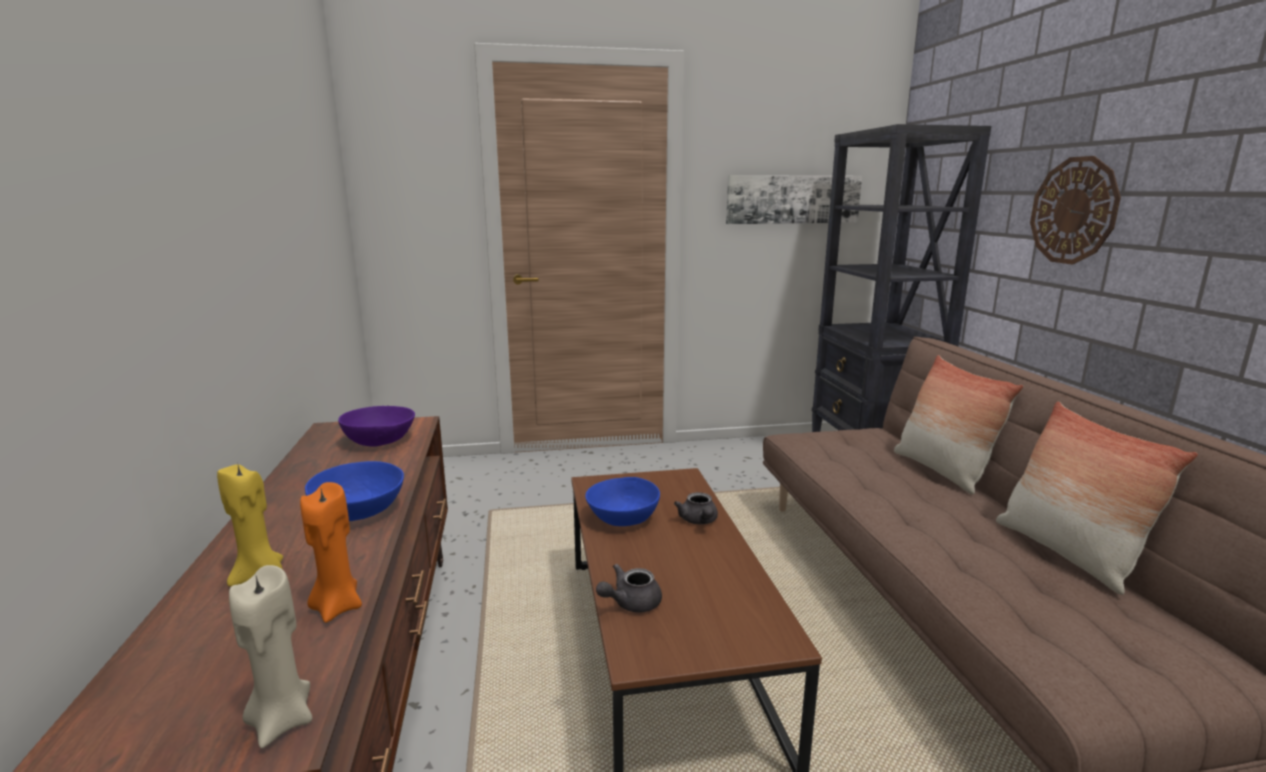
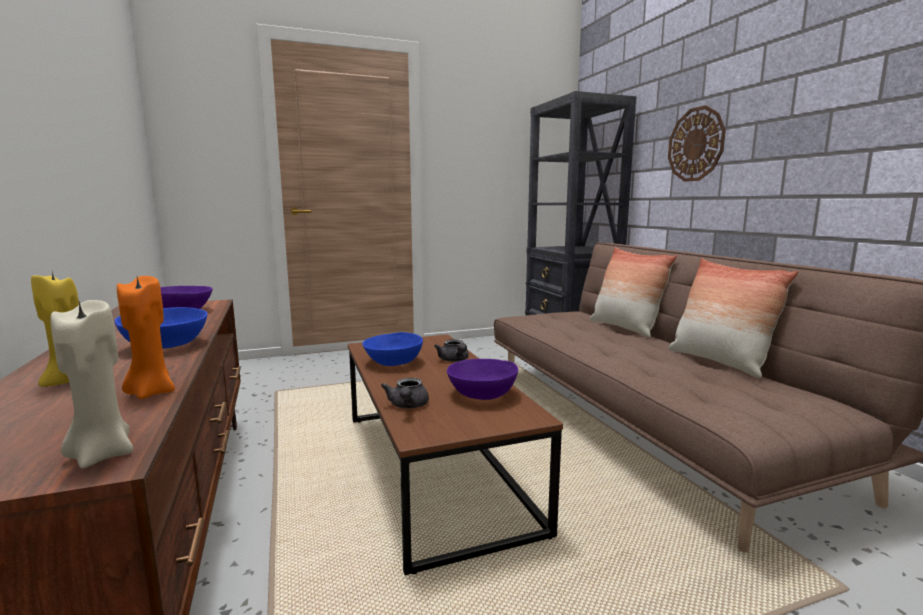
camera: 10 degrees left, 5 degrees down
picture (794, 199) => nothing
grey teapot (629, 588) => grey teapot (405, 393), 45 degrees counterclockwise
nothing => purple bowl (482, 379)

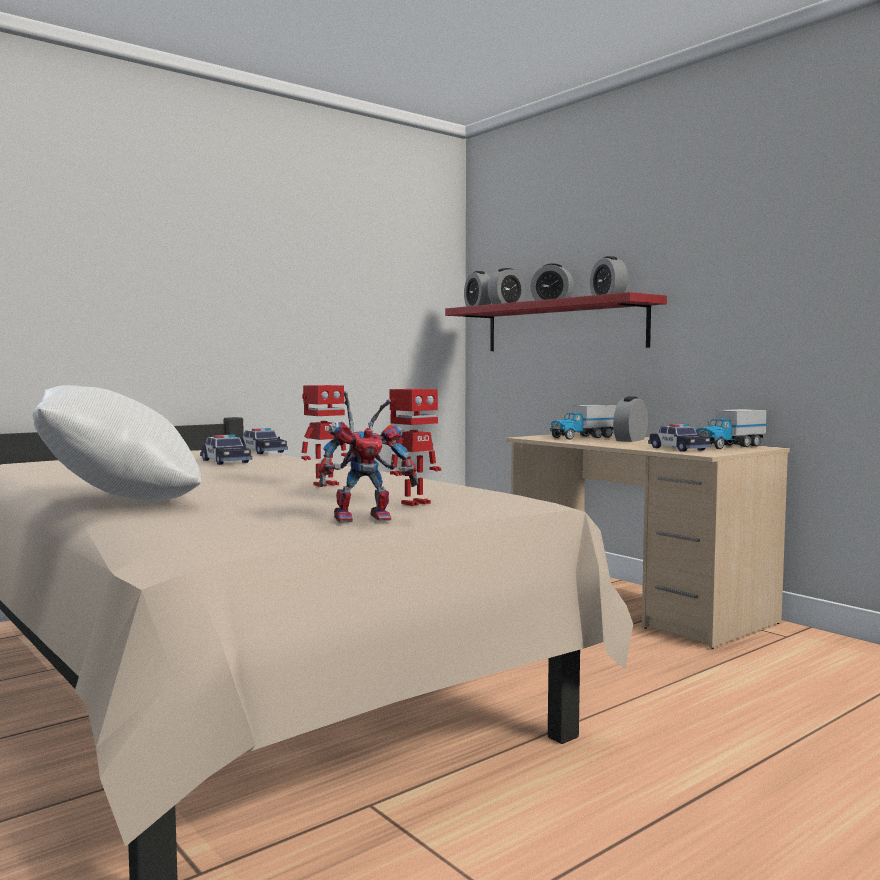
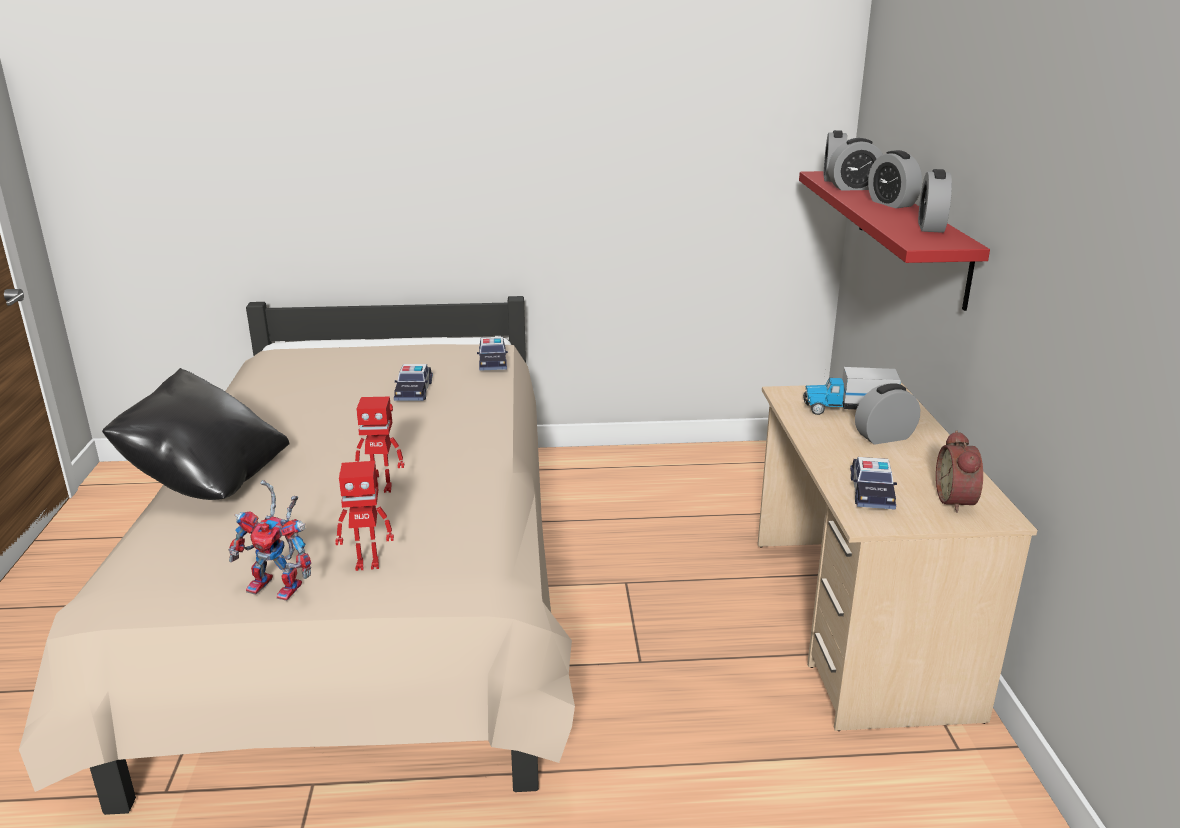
camera: 35 degrees right, 20 degrees up
white pillow (117, 443) => black pillow (196, 434)
toy truck (731, 429) => alarm clock (959, 471)

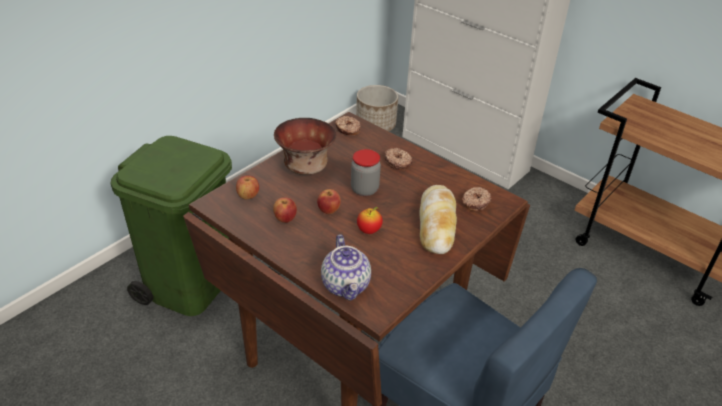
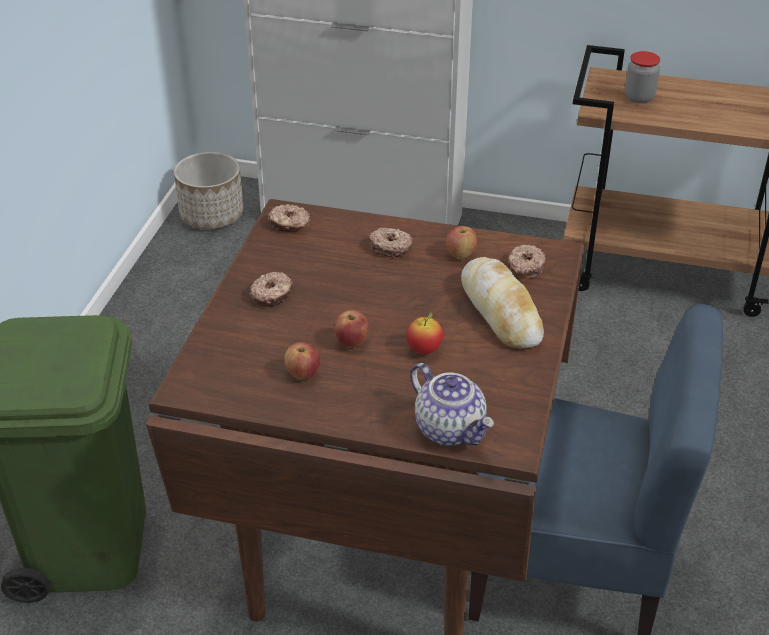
camera: 25 degrees left, 0 degrees up
bowl (305, 146) => donut (271, 289)
jar (366, 172) => jar (642, 77), relocated
apple (247, 187) => apple (461, 242), relocated

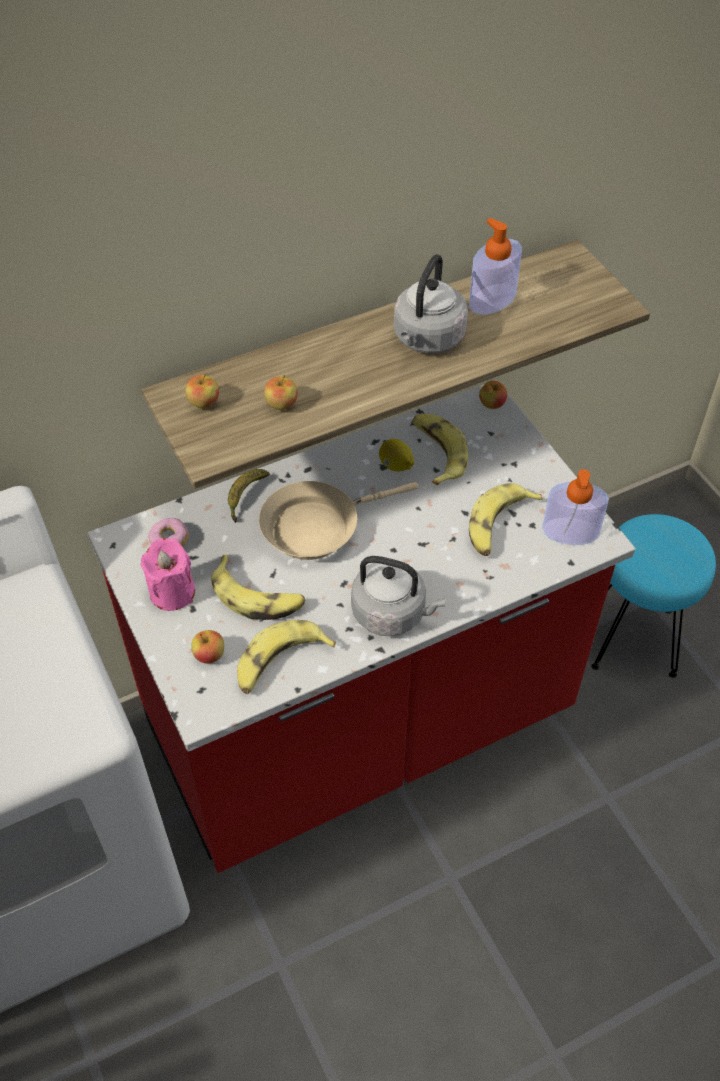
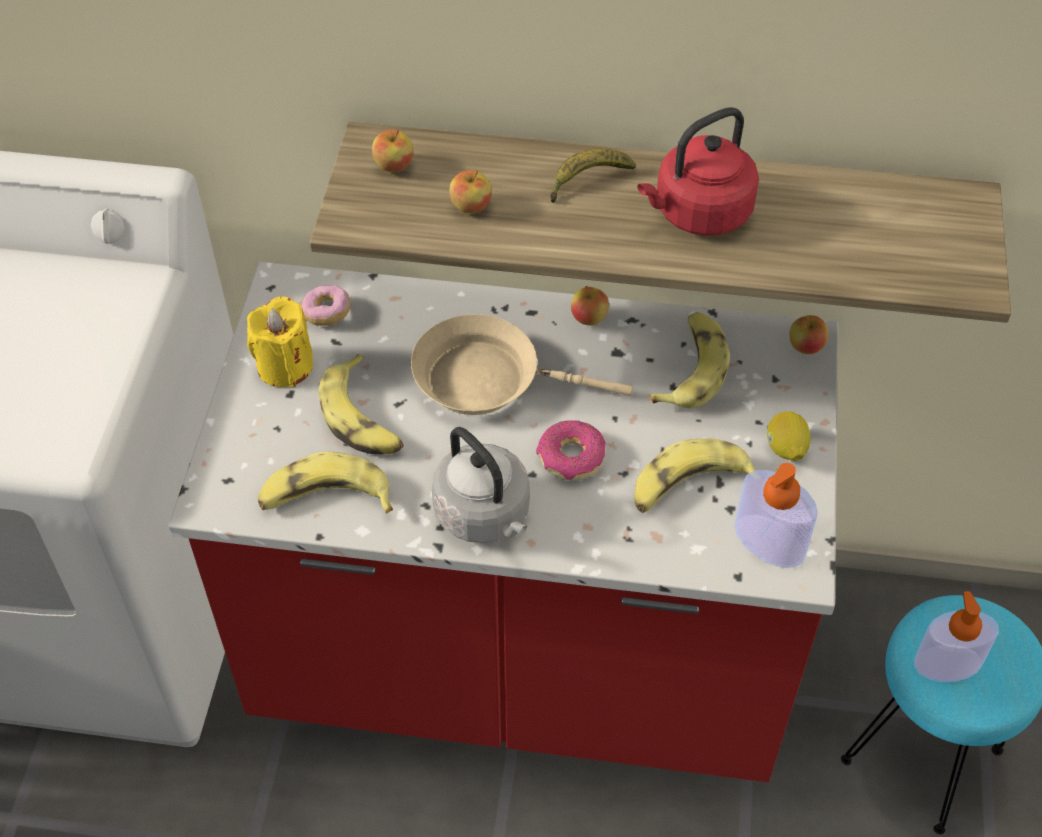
camera: 35 degrees right, 0 degrees up
soap dispenser (495, 266) => soap dispenser (956, 636), relocated
grey kettle (431, 303) => red kettle (698, 171)
lemon (396, 455) => lemon (789, 436), relocated
banana (249, 496) => banana (593, 176), relocated
pink candle (168, 574) => yellow candle (280, 341)
apple (207, 647) => apple (590, 305), relocated
nothing => donut (571, 450)

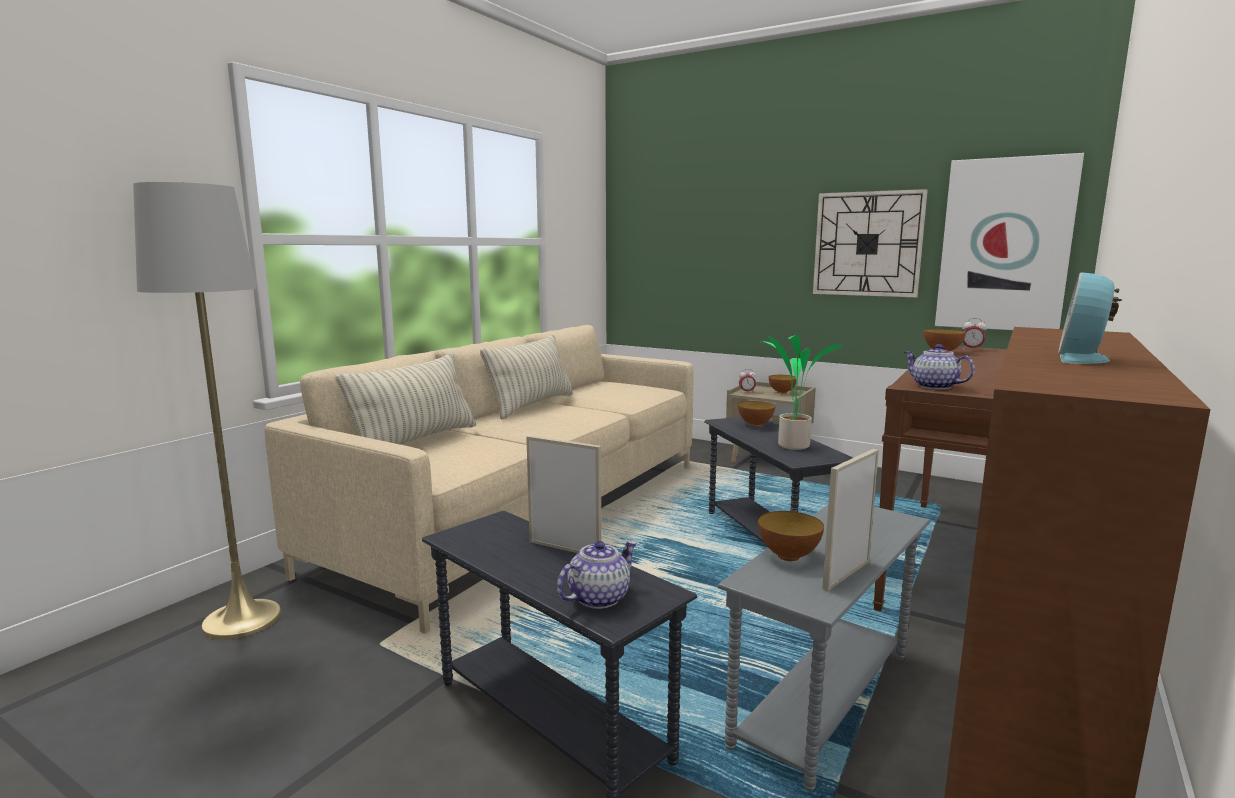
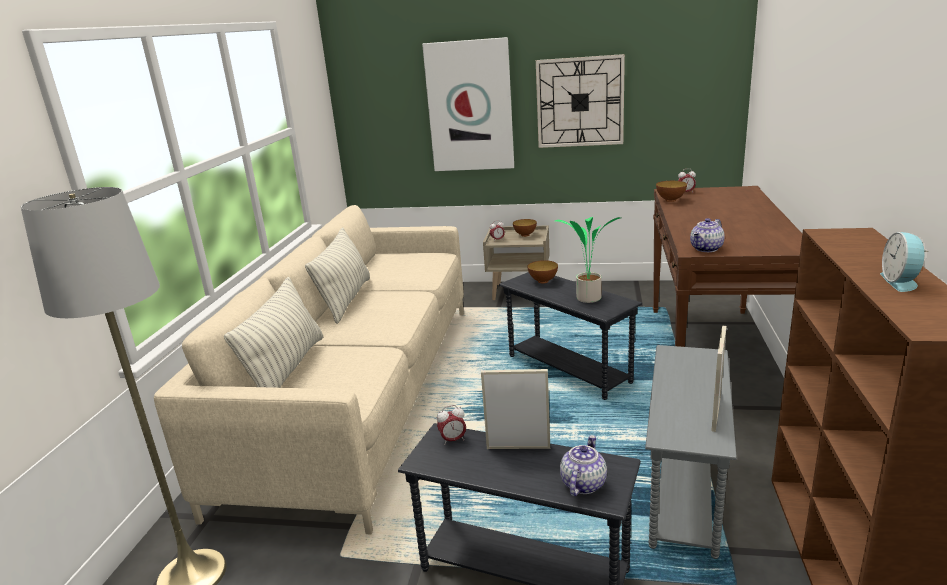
camera: 20 degrees left, 10 degrees up
picture (1009, 241) => picture (468, 104), relocated
teapot (939, 367) => teapot (707, 235), 75 degrees counterclockwise
bowl (791, 536) => nothing
nothing => alarm clock (451, 425)

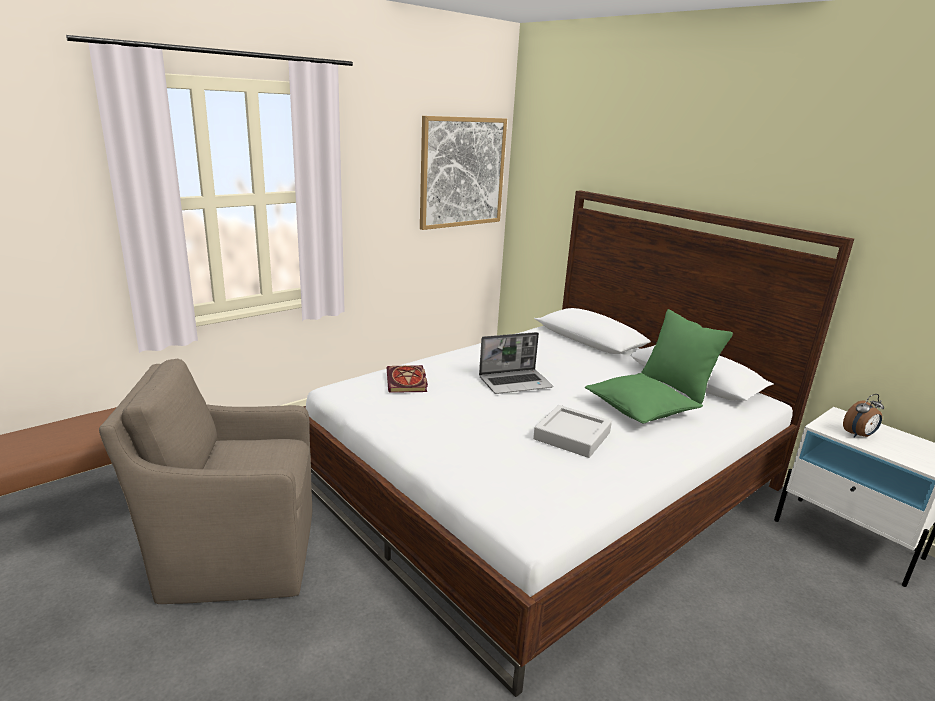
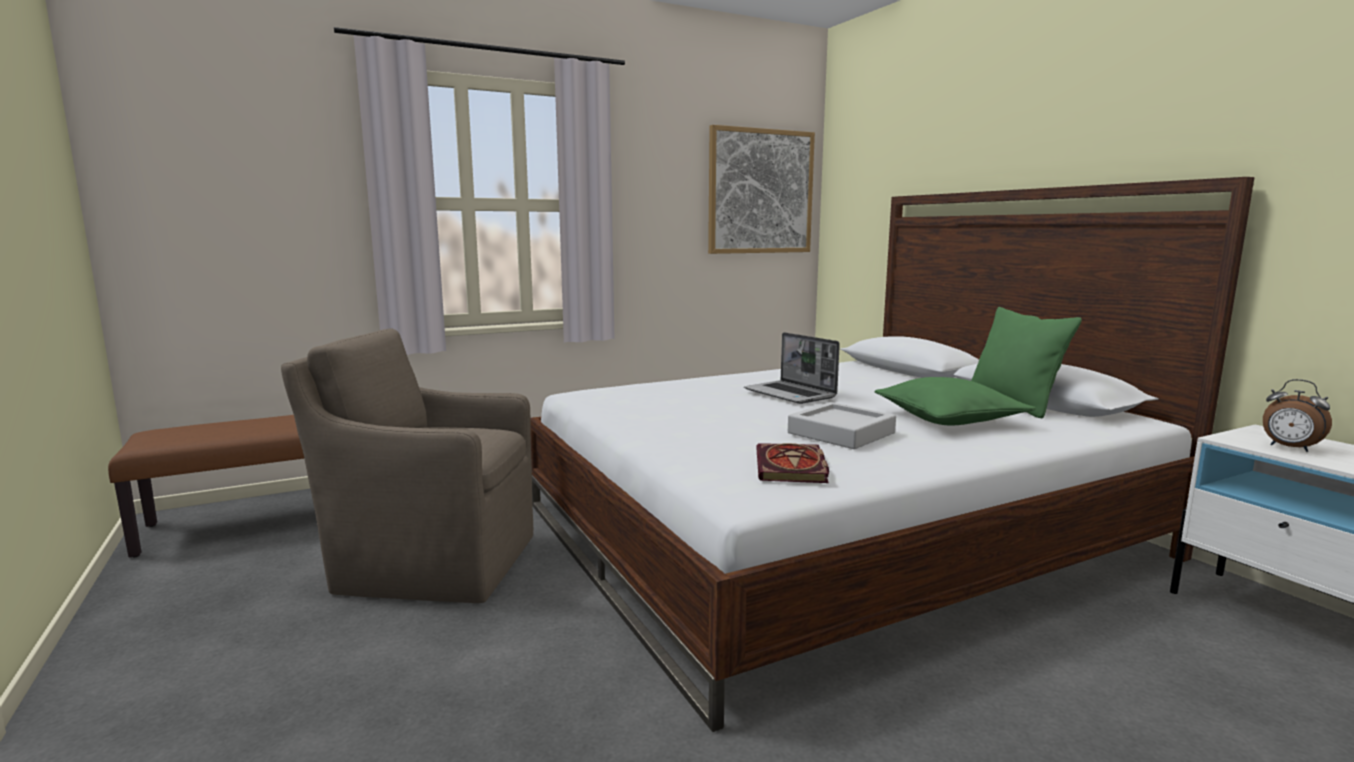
camera: 15 degrees right, 10 degrees down
laptop (516, 363) => laptop (792, 368), 60 degrees clockwise
book (407, 379) => book (792, 463), relocated
alarm clock (863, 416) => alarm clock (1297, 415), 60 degrees clockwise

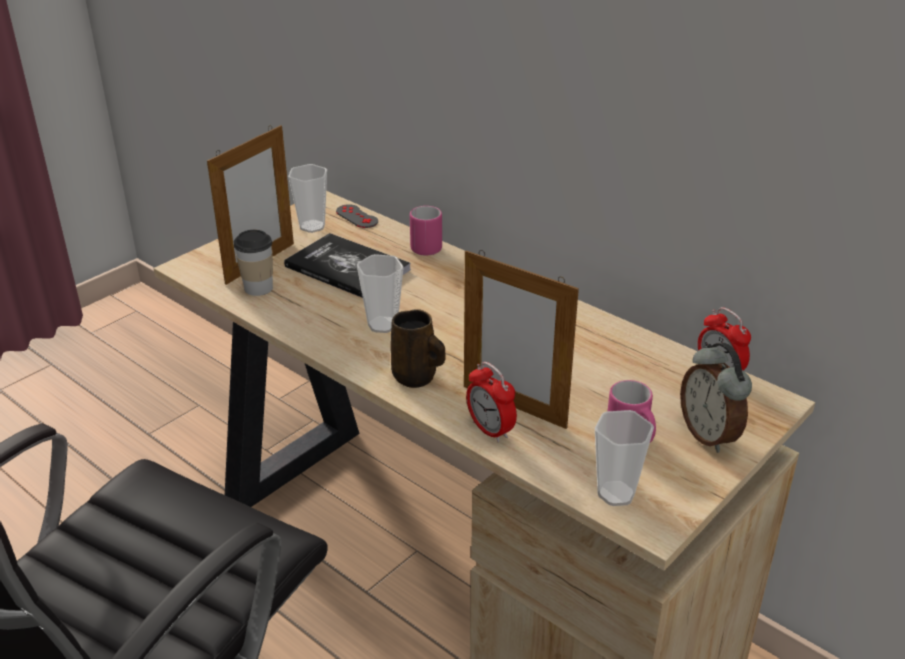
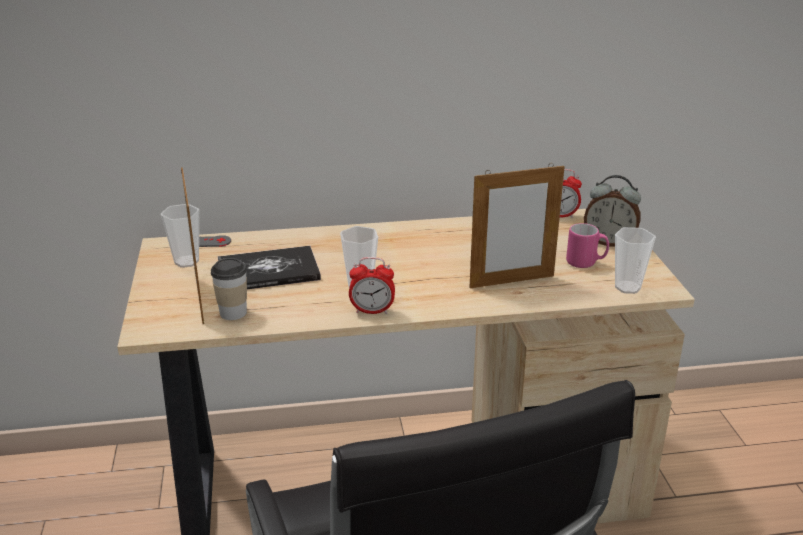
camera: 50 degrees left, 5 degrees down
pink mug (426, 231) => nothing
brown mug (417, 348) => nothing
alarm clock (491, 402) => alarm clock (372, 285), relocated

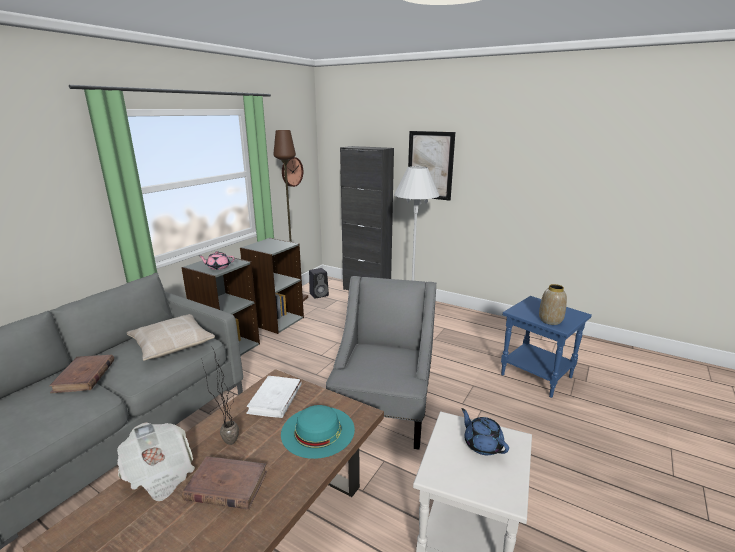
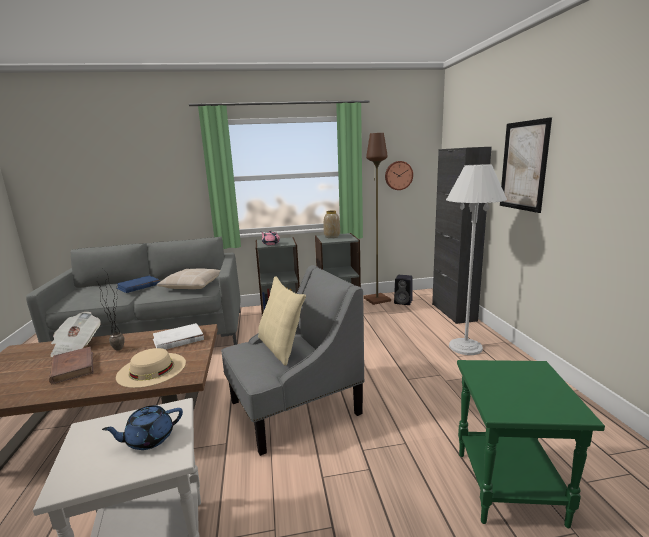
camera: 50 degrees right, 5 degrees down
vase (553, 304) => vase (331, 224), relocated
blue side table (546, 347) => green side table (531, 444)
brown book (81, 374) => blue book (138, 284)
turquoise hat (318, 432) => beige hat (151, 368)
blue teapot (485, 431) => blue teapot (142, 427), 135 degrees counterclockwise
nothing => beige pillow (282, 321)

